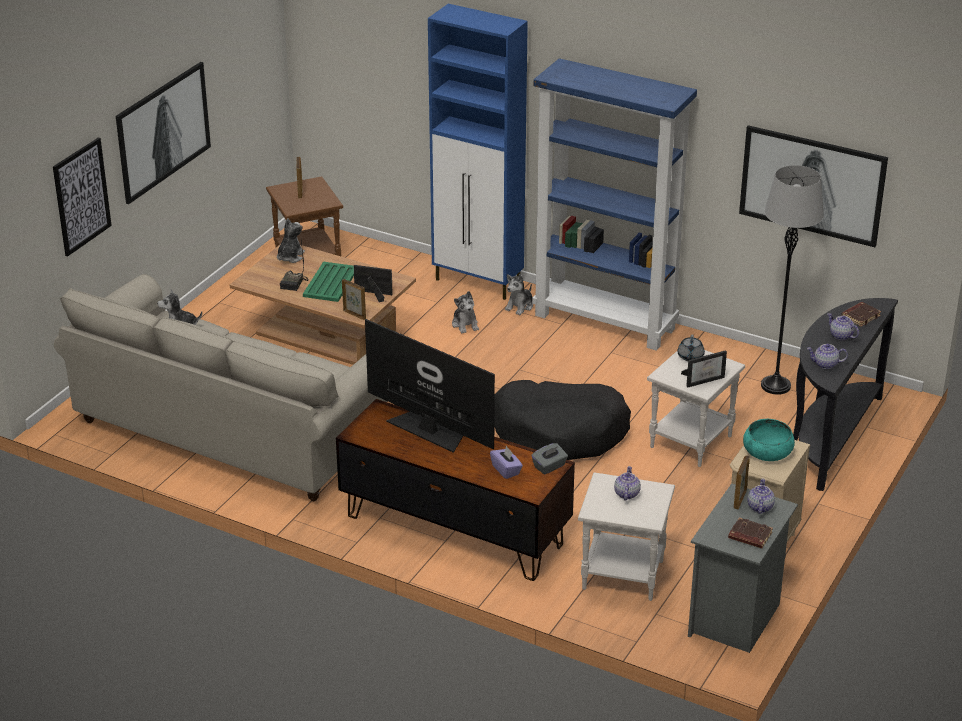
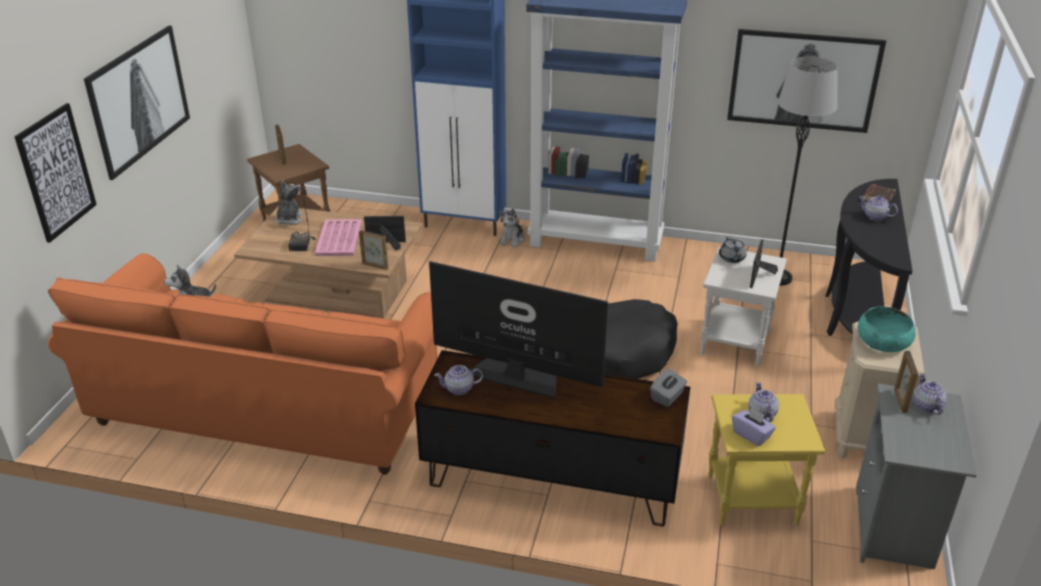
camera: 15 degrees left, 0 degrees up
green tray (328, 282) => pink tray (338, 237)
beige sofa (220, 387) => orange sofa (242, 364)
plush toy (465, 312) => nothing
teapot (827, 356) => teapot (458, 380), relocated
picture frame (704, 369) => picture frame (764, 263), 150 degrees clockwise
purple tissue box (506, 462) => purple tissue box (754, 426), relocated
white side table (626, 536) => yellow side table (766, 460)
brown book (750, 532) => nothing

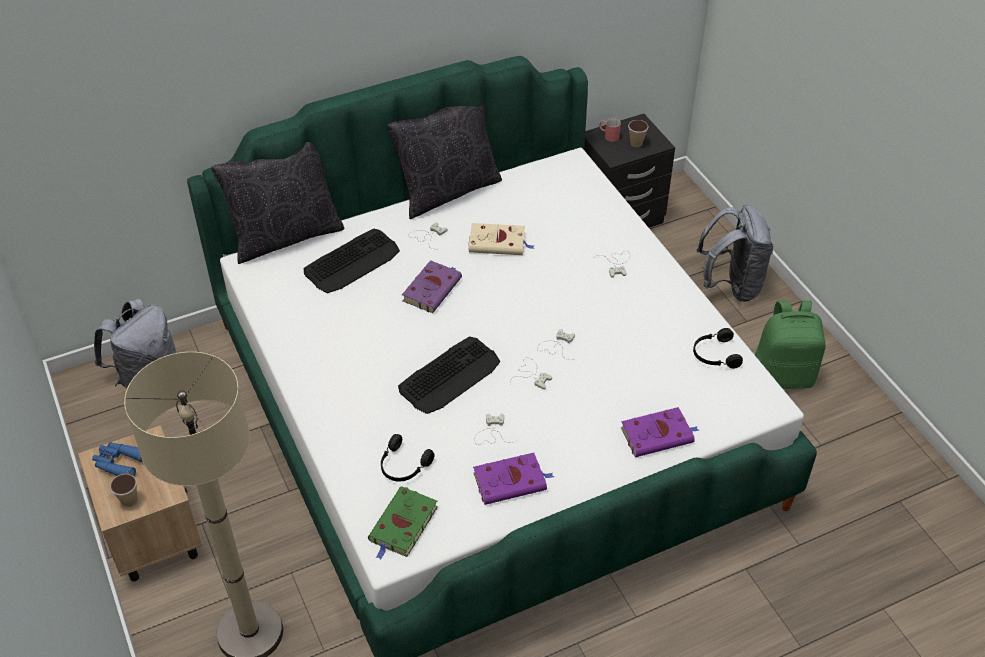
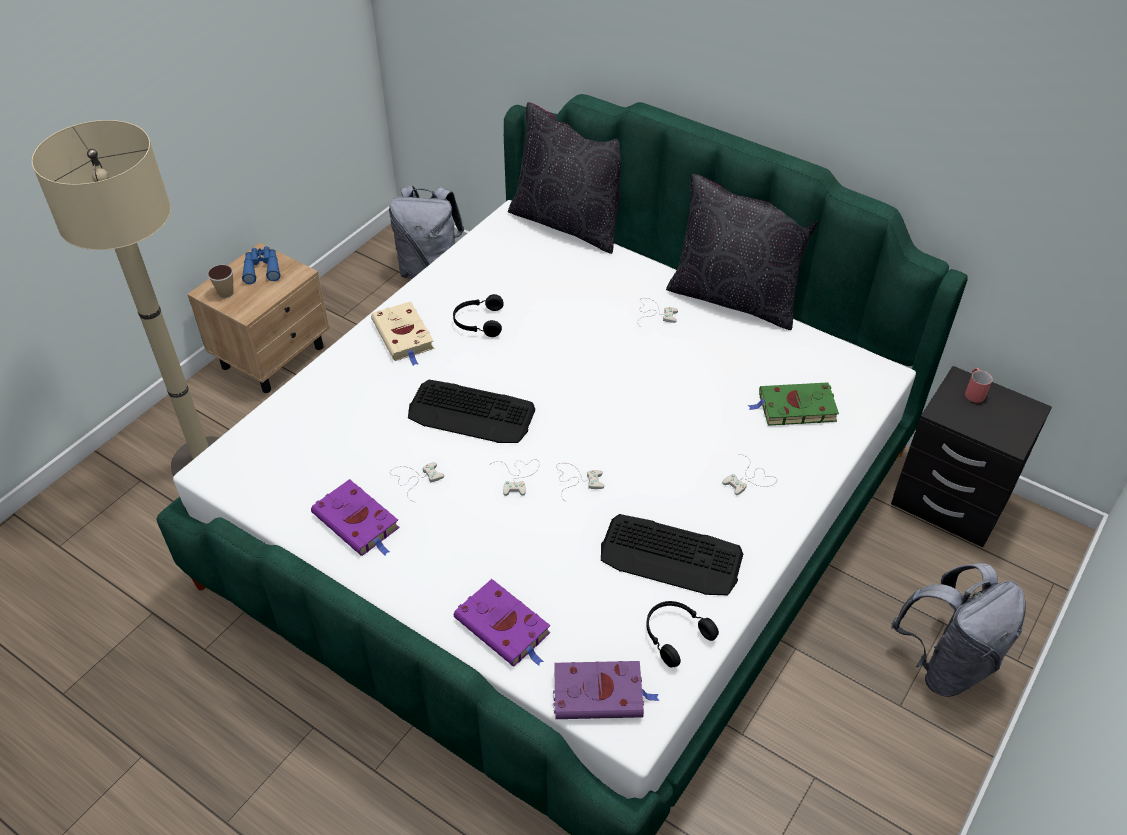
camera: 60 degrees right, 0 degrees up
cup (638, 133) => nothing
beige book (501, 239) => beige book (402, 333), relocated
keyboard (352, 260) => keyboard (672, 554), relocated
purple book (432, 286) => purple book (606, 690), relocated
green backpack (790, 344) => nothing
black headphones (408, 458) => black headphones (478, 315), relocated
green book (403, 523) => green book (793, 404), relocated

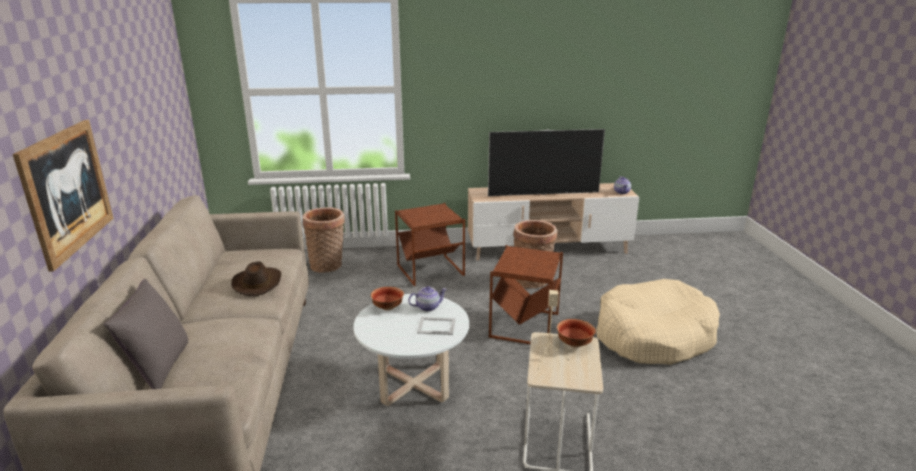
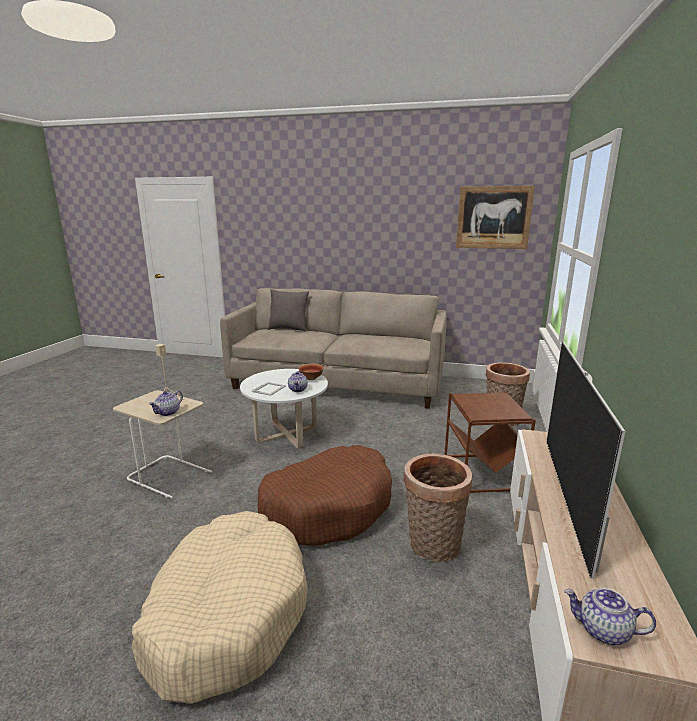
camera: 110 degrees right, 5 degrees down
picture (63, 196) => picture (495, 217), relocated
brown side table (526, 294) => brown dog bed (325, 495)
brown hat (256, 279) => nothing
bowl (576, 333) => teapot (166, 403)

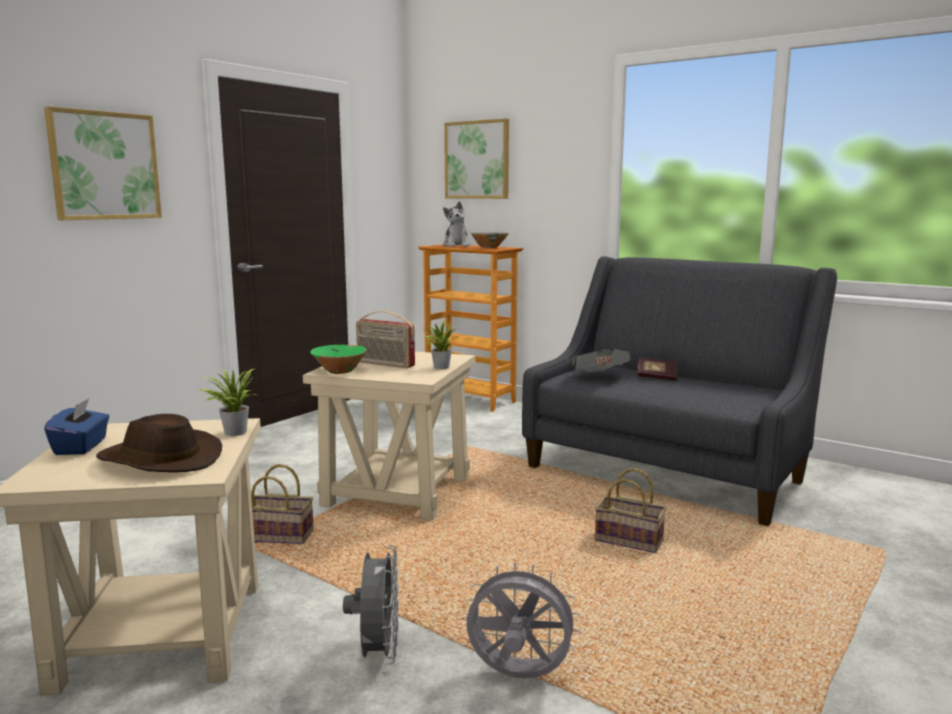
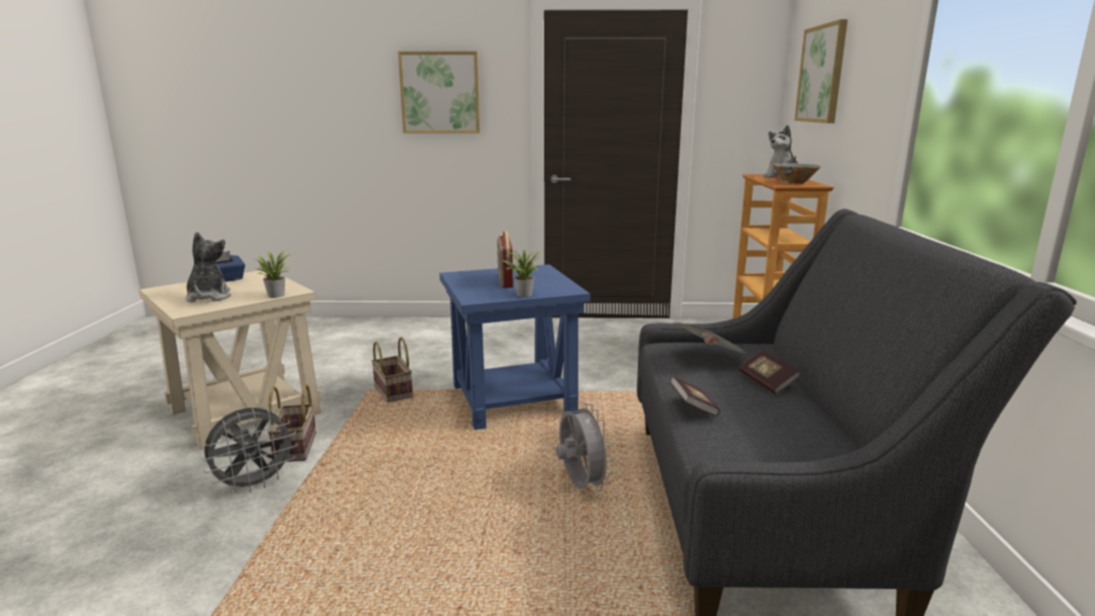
camera: 55 degrees right, 5 degrees up
green bowl (338, 359) => nothing
beige side table (389, 435) => blue side table (515, 347)
brown hat (159, 443) => plush toy (208, 267)
basket (630, 510) => basket (292, 423), relocated
grey fan (523, 620) => grey fan (584, 446), relocated
nothing => book (695, 396)

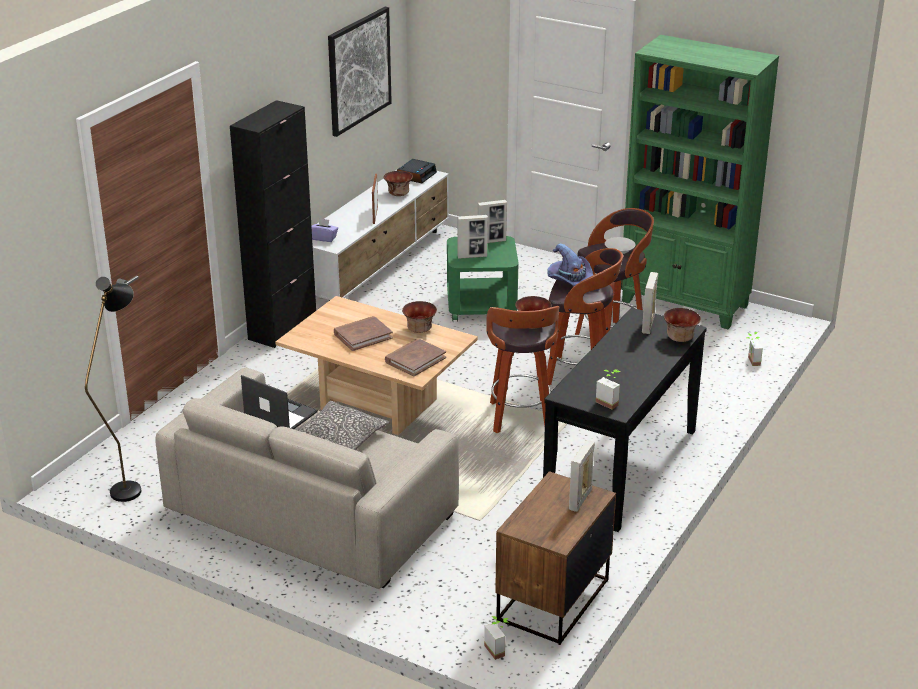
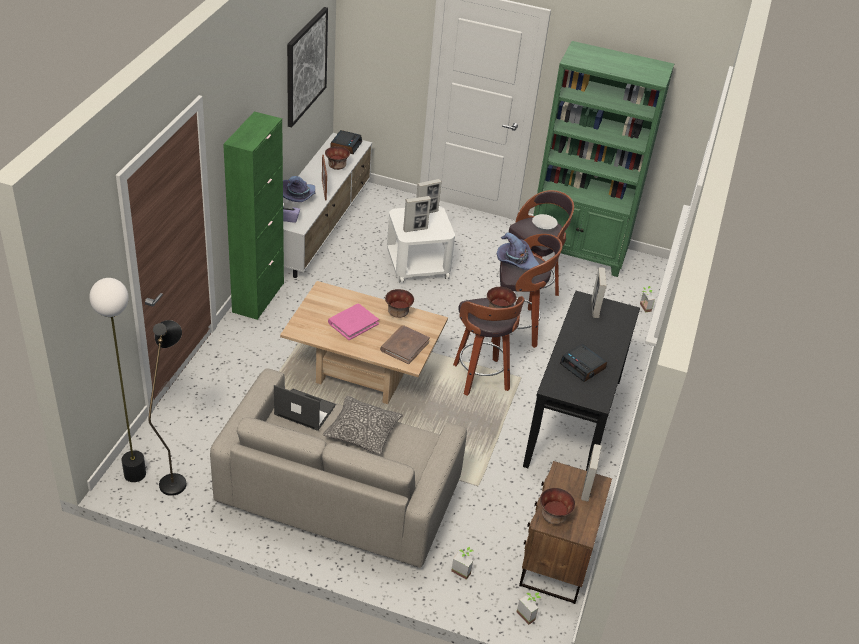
camera: 15 degrees left, 10 degrees up
black cabinet (273, 224) => green cabinet (253, 216)
green side table (482, 279) => white side table (421, 244)
bowl (682, 325) => bowl (557, 506), relocated
brown book (363, 333) => pink book (353, 322)
potted plant (608, 389) => potted plant (462, 563), relocated
nothing => purple hat (299, 189)
nothing => floor lamp (117, 380)
nothing => alarm clock (583, 363)

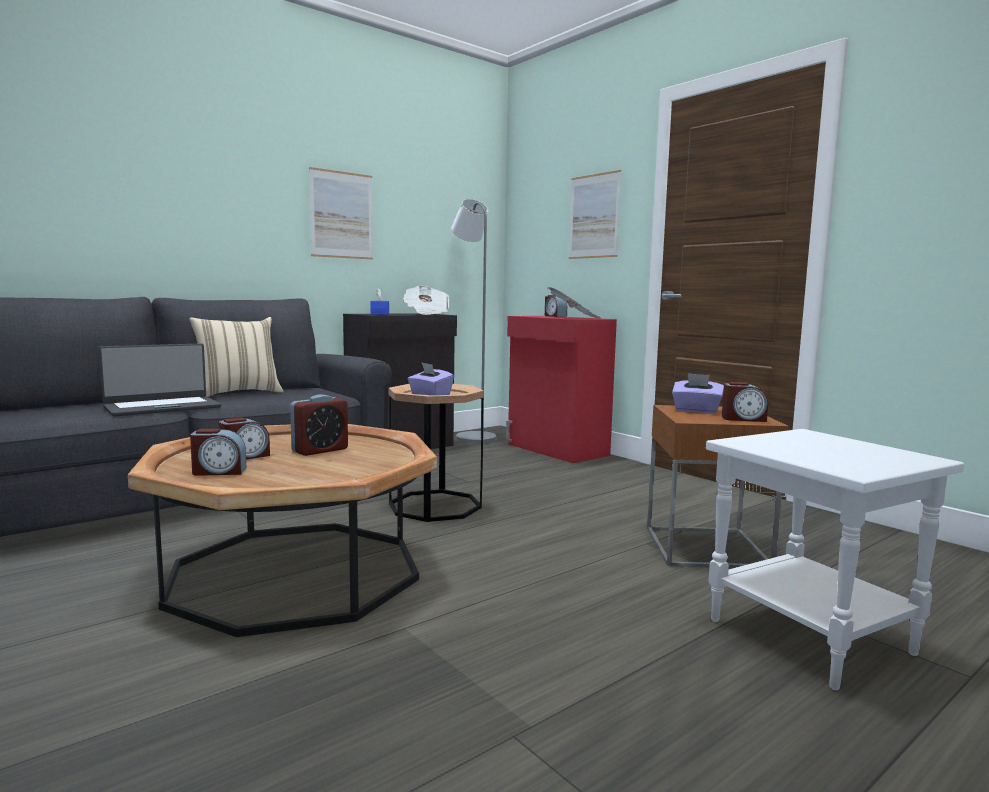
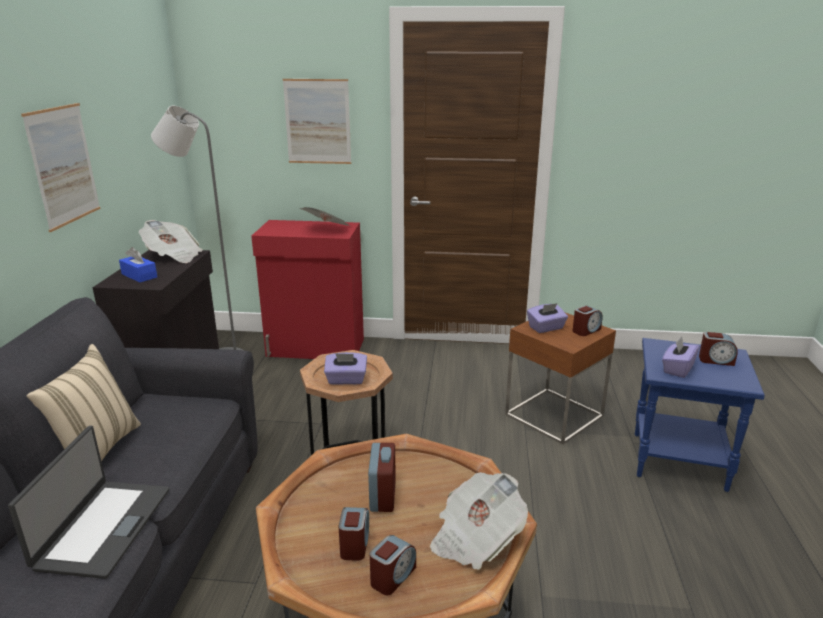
camera: 45 degrees left, 15 degrees up
alarm clock (556, 306) => alarm clock (718, 349), relocated
white side table (835, 559) => blue side table (700, 415)
nothing => purple tissue box (681, 357)
nothing => newspaper (479, 521)

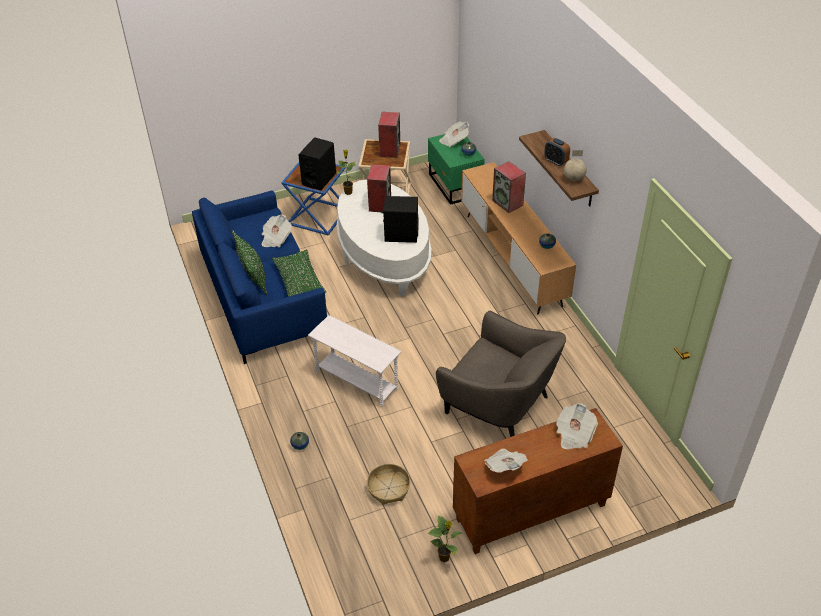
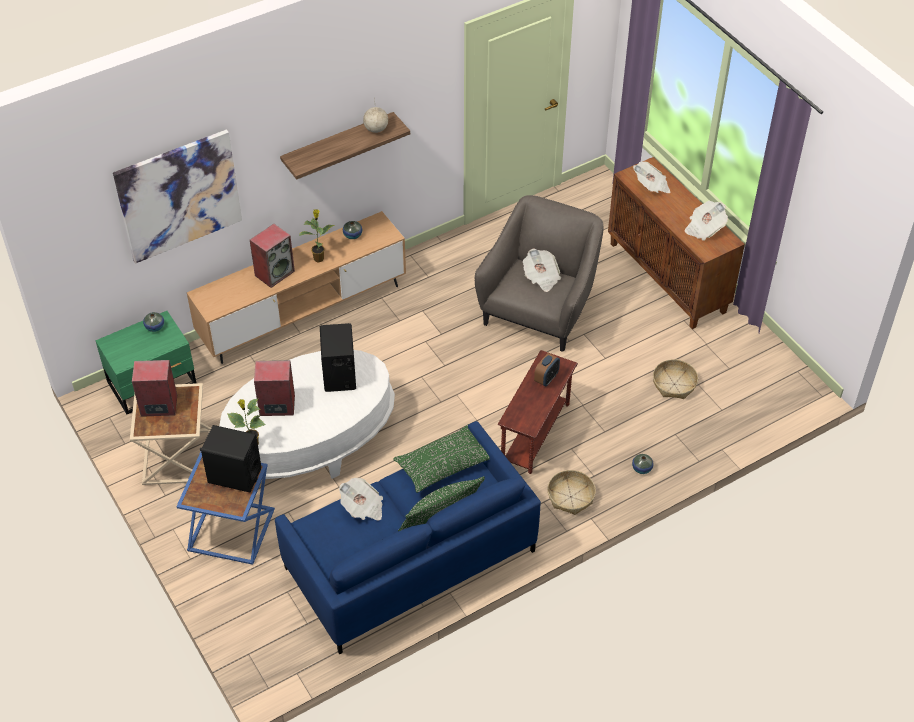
camera: 100 degrees left, 5 degrees up
newspaper (454, 134) => newspaper (542, 270), relocated
alarm clock (557, 152) => alarm clock (547, 370), relocated
white side table (354, 360) => brown side table (538, 412)
potted plant (445, 538) => potted plant (317, 236), relocated
nothing => picture (177, 197)
nothing => basket (571, 492)

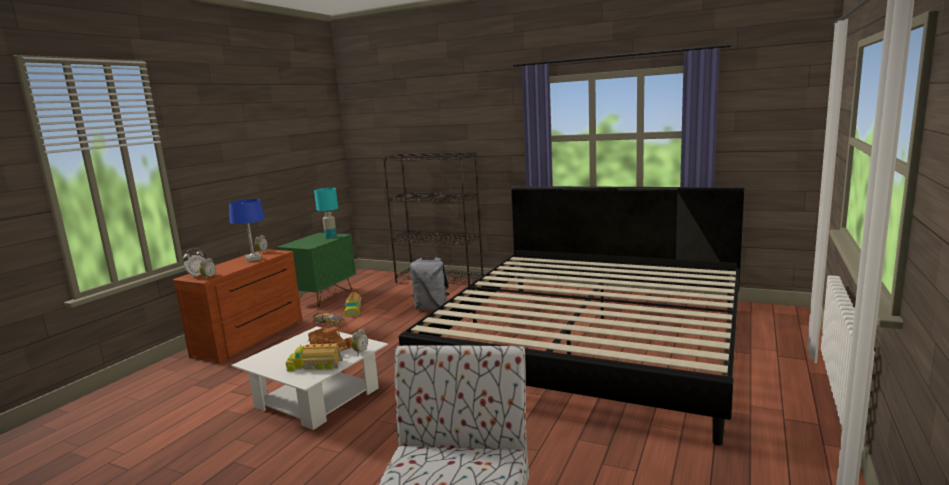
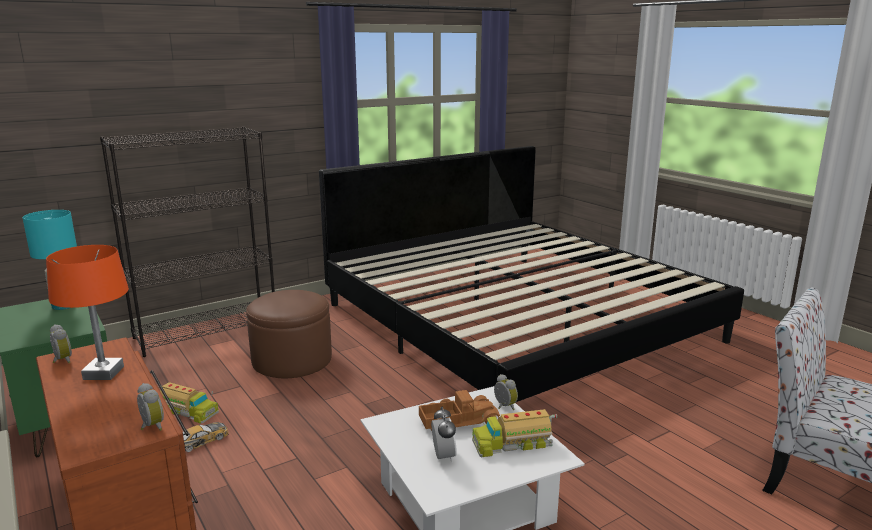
camera: 60 degrees left, 5 degrees up
blue table lamp (247, 230) => orange table lamp (87, 312)
alarm clock (194, 263) => alarm clock (444, 435), relocated
grey backpack (430, 283) => brown ottoman (289, 334)
toy truck (315, 357) => toy truck (514, 433), 45 degrees clockwise

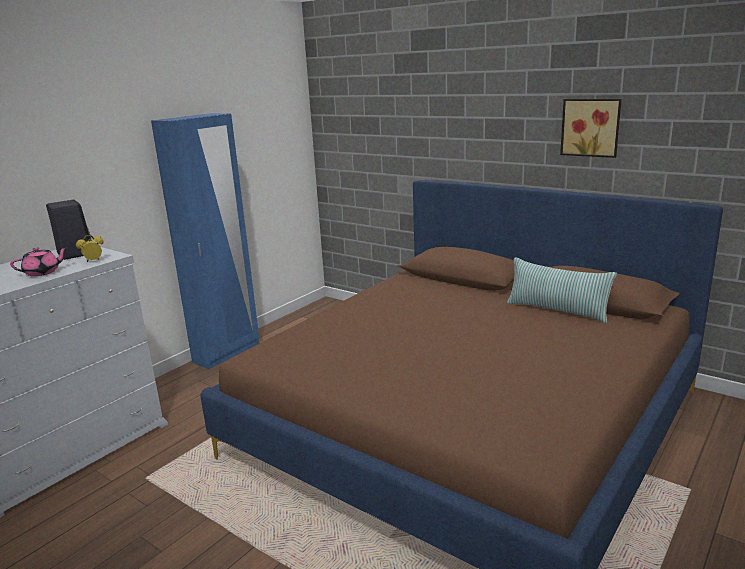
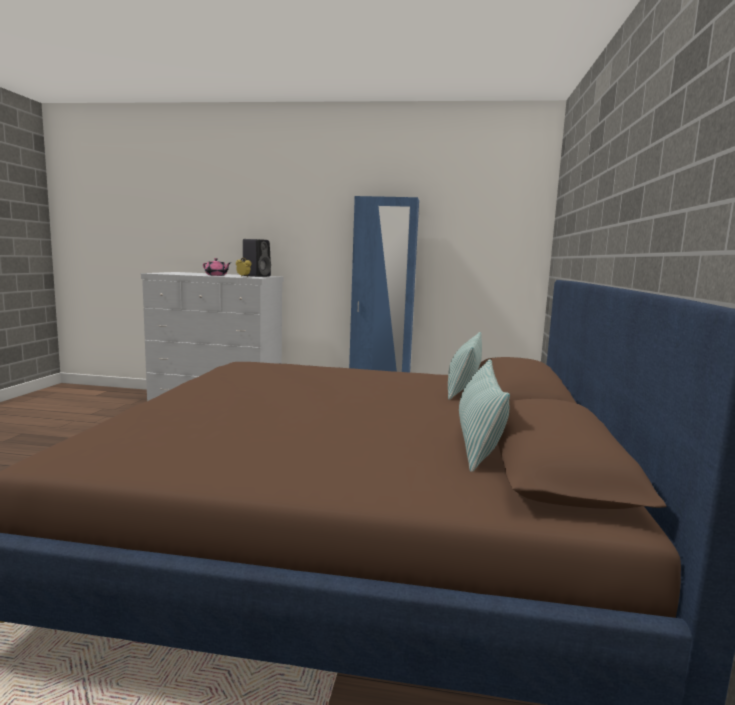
camera: 60 degrees right, 10 degrees down
picture (591, 128) => nothing
nothing => pillow (465, 366)

